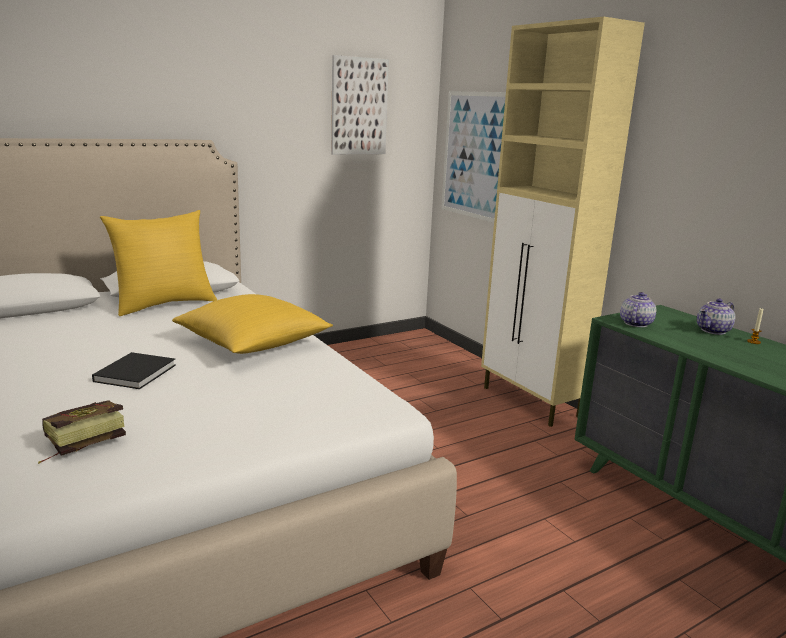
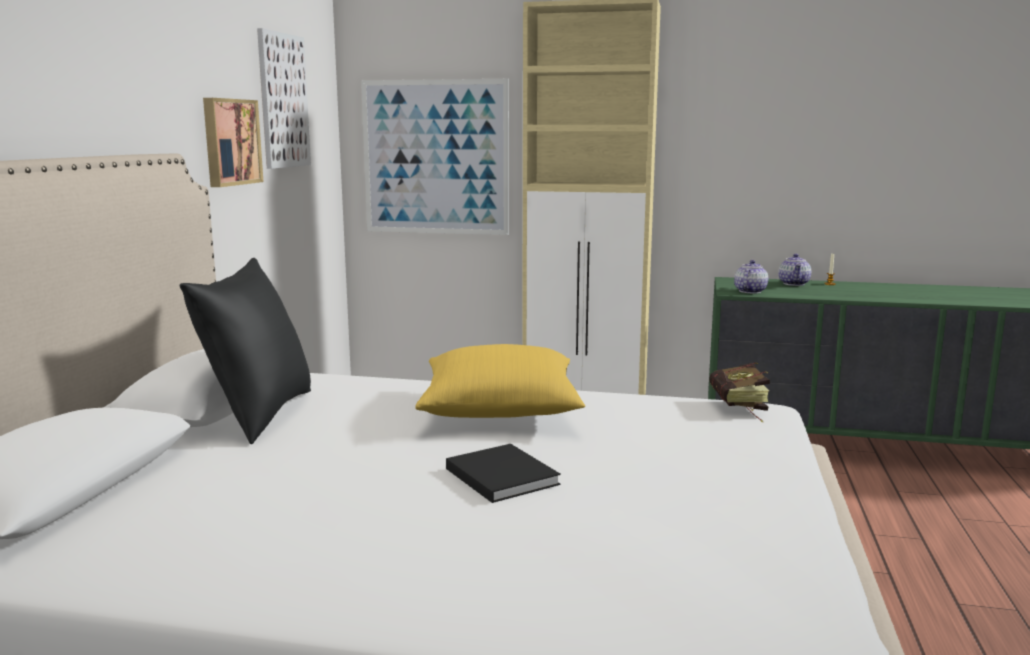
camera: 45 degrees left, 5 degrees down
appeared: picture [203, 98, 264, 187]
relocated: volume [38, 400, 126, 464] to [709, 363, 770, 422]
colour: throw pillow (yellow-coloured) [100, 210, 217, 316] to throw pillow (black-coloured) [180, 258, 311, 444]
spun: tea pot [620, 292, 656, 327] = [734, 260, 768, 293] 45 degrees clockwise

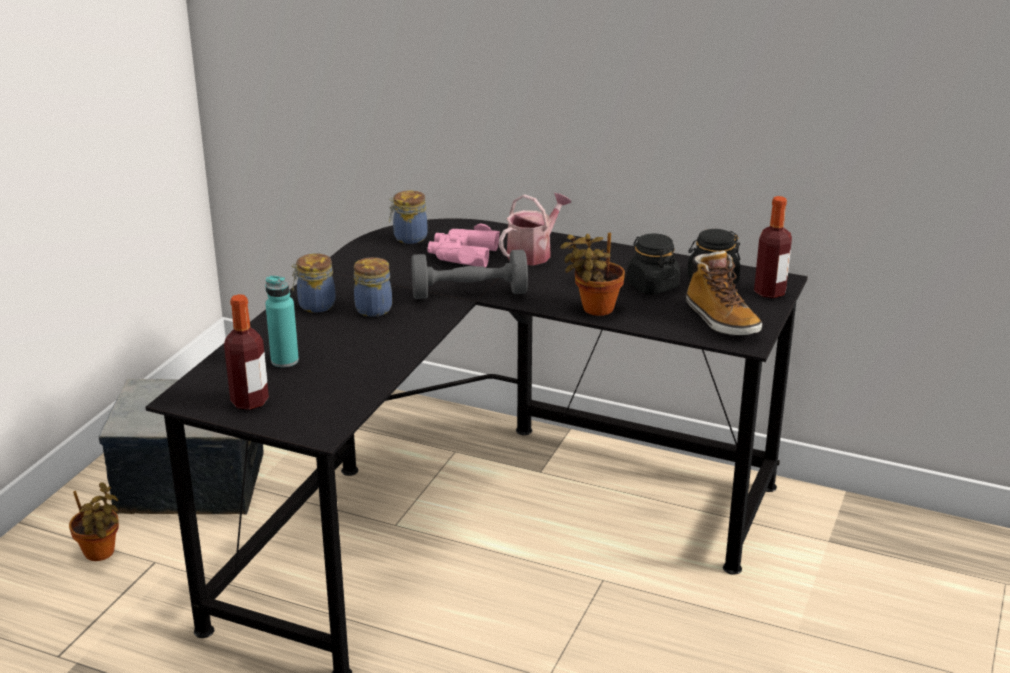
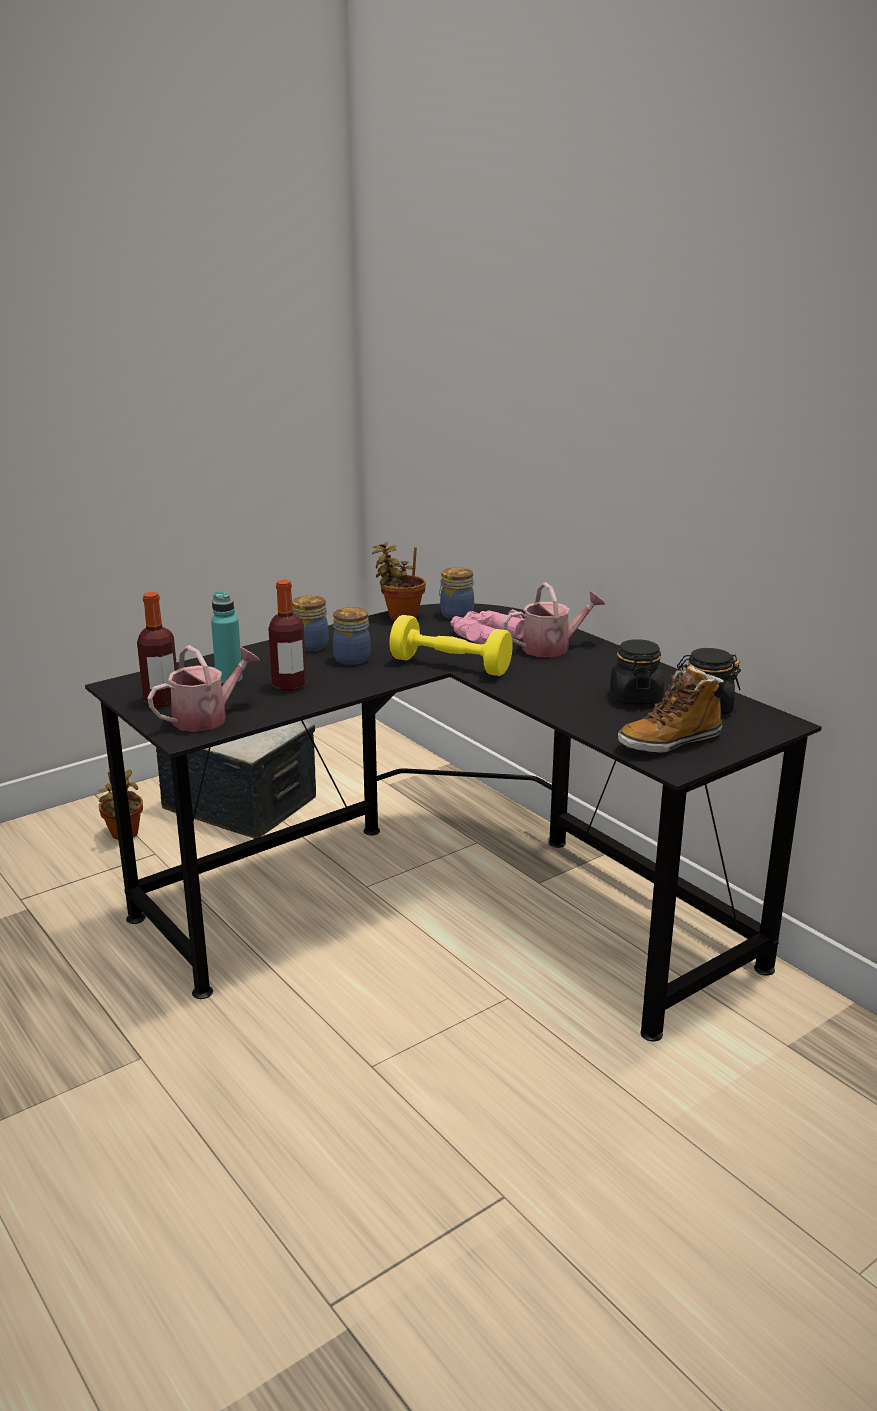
camera: 30 degrees right, 5 degrees down
appeared: watering pot [147, 645, 260, 732]
relocated: potted plant [560, 233, 625, 316] to [372, 542, 426, 621]; drink bottle [754, 196, 792, 298] to [268, 580, 306, 691]
colour: hand weight (greyish) [411, 250, 528, 299] to hand weight (yellow-coloured) [389, 615, 513, 676]
spun: boot [686, 251, 762, 335] = [618, 665, 725, 753] 60 degrees clockwise

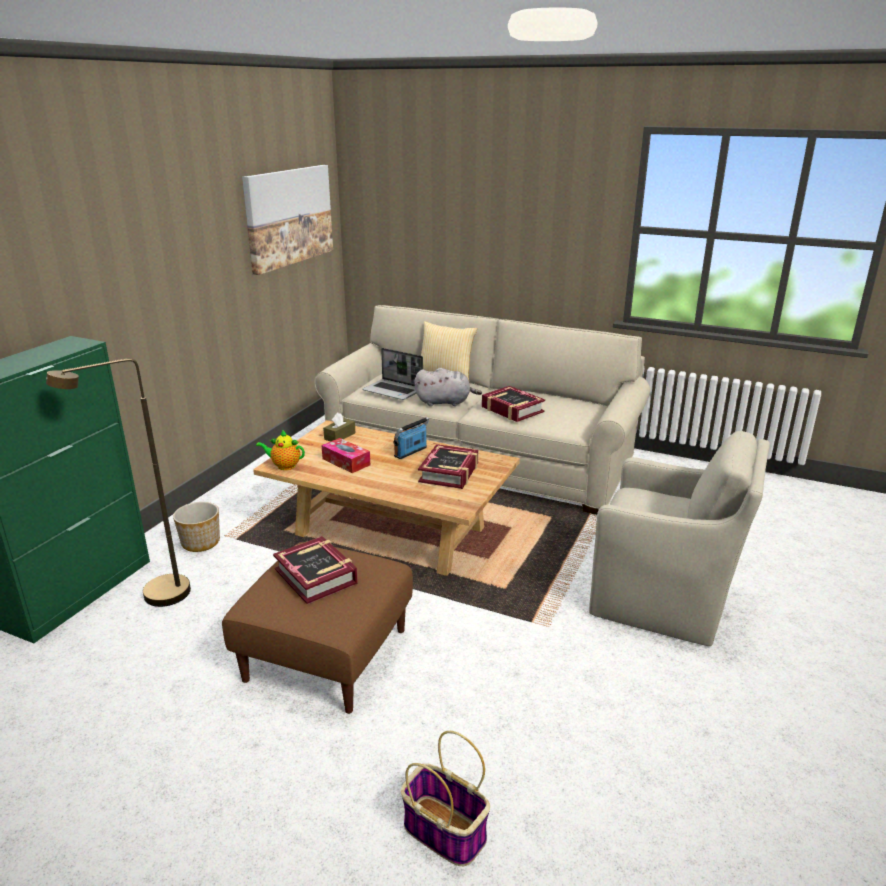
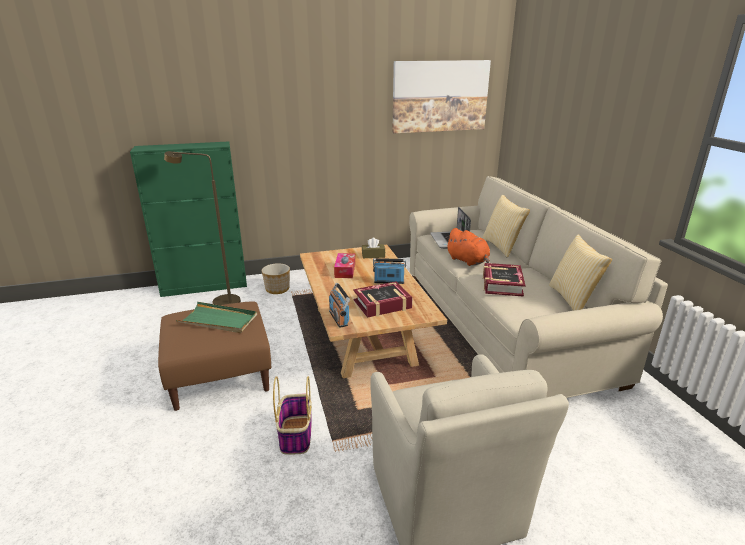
camera: 50 degrees right, 0 degrees up
missing: tea pot [256, 430, 305, 470]
appeared: radio [329, 283, 350, 328]; throw pillow [549, 234, 612, 311]
relocated: storage basket [401, 731, 490, 867] to [273, 376, 312, 455]
exchanged: volume [273, 536, 358, 604] to tray (green) [176, 302, 257, 333]
colour: plush toy (greyish) [415, 368, 482, 406] to plush toy (orange-coloured) [445, 228, 490, 266]

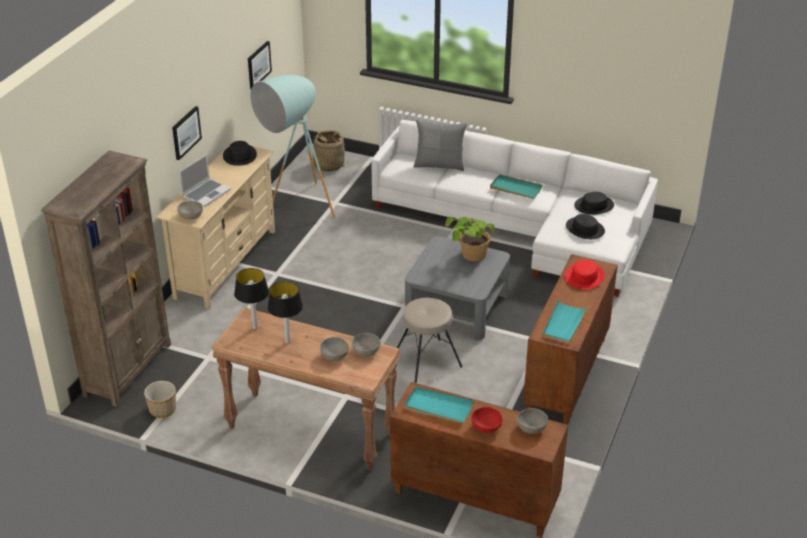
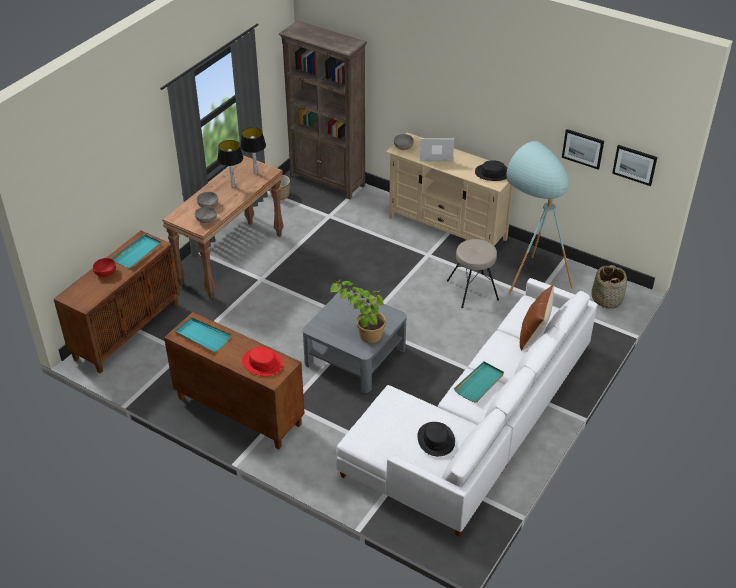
camera: 100 degrees right, 5 degrees up
missing: bowl (greyish) [516, 408, 548, 434]; hat (black-coloured) [566, 214, 605, 239]
relocated: picture [172, 106, 202, 160] to [612, 145, 657, 186]; sitting stool (beige-coloured) [397, 298, 462, 383] to [447, 239, 499, 308]
colour: throw pillow (greyish) [414, 120, 467, 171] to throw pillow (brown-coloured) [520, 284, 554, 351]
spun: portable computer [179, 154, 231, 207] = [419, 139, 454, 161] 135 degrees clockwise

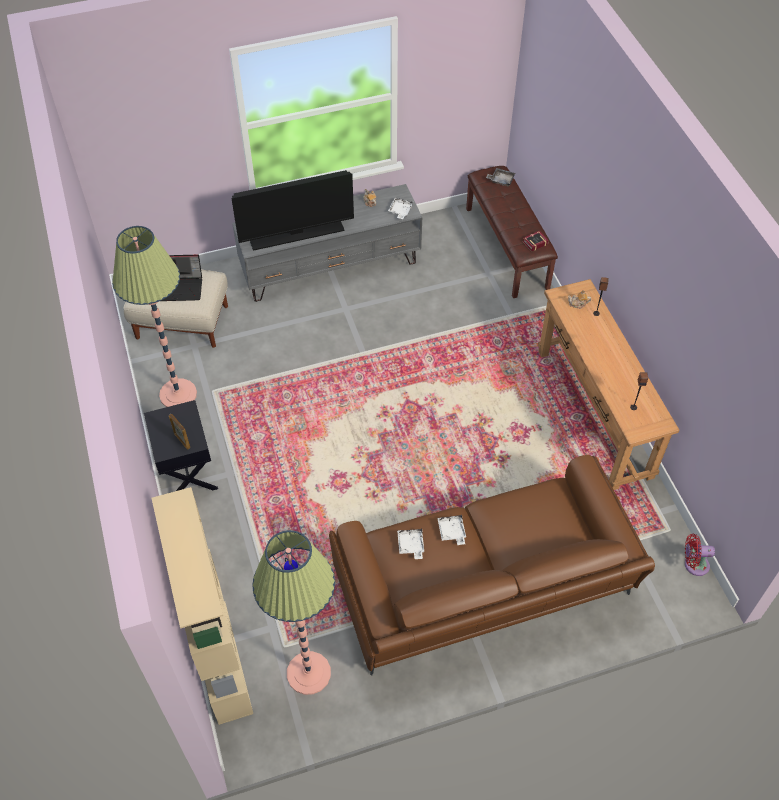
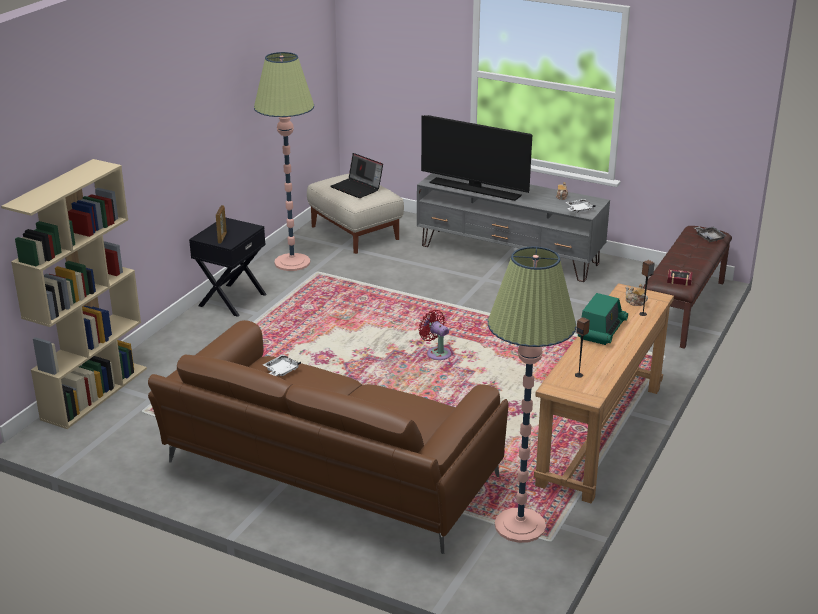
camera: 45 degrees right, 25 degrees down
missing: tray (white) [437, 514, 466, 545]
appeared: radio [578, 293, 628, 345]
relocated: floor lamp [252, 530, 335, 695] to [488, 247, 576, 543]; cooling fan (red) [685, 534, 715, 576] to [418, 310, 451, 360]

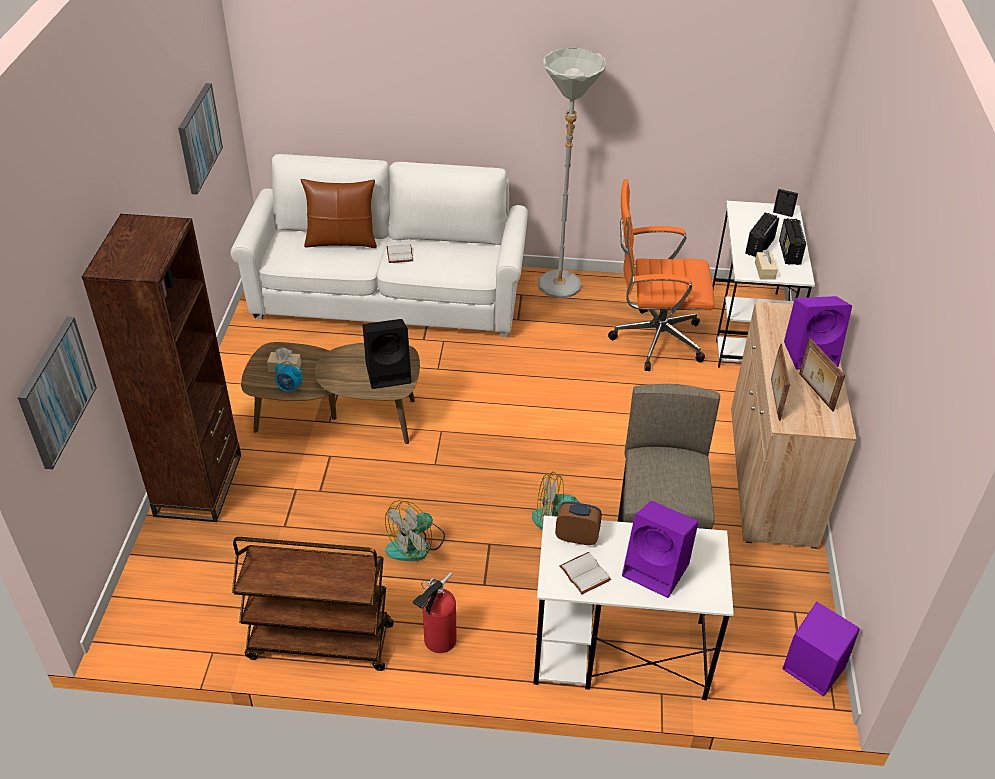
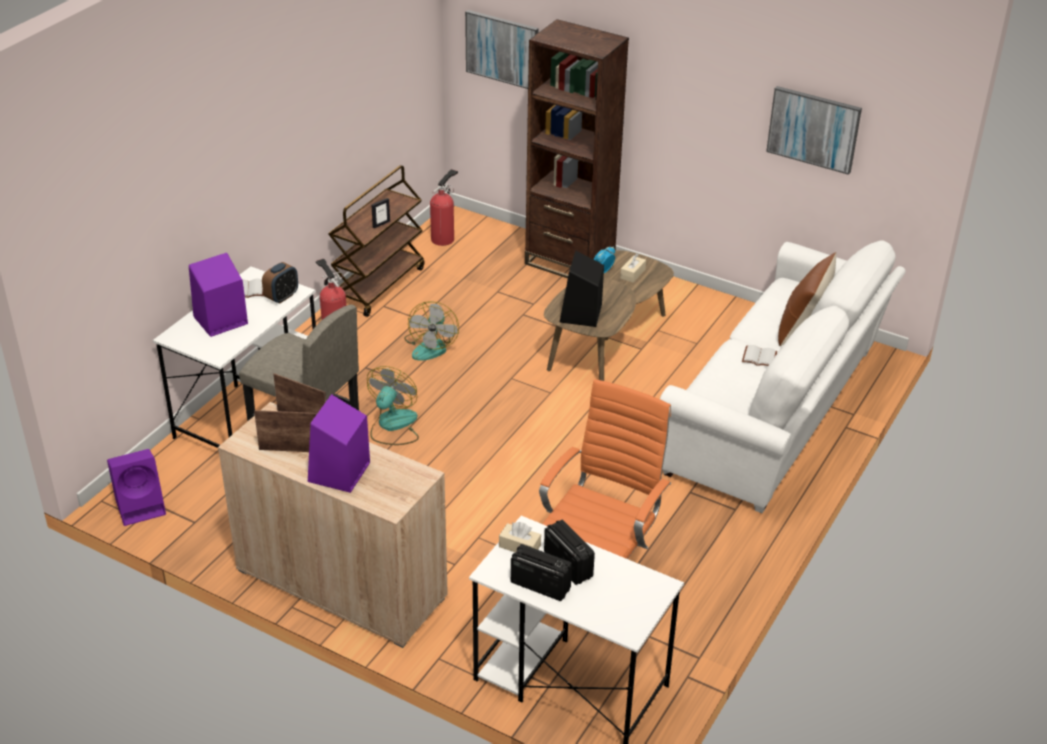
camera: 115 degrees right, 5 degrees down
missing: floor lamp (greyish) [538, 48, 606, 298]
appeared: fire extinguisher [430, 169, 458, 246]
relocated: photo frame [773, 189, 798, 217] to [371, 198, 390, 228]
spun: cooling fan [385, 500, 445, 561] = [404, 301, 459, 361] 150 degrees counterclockwise

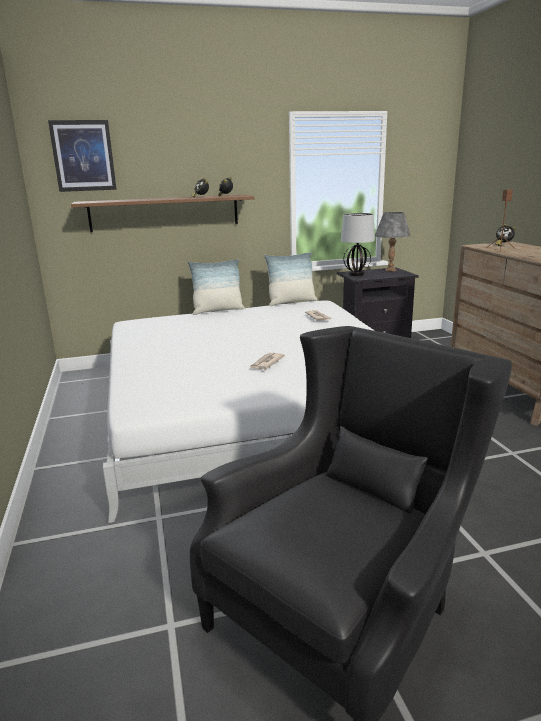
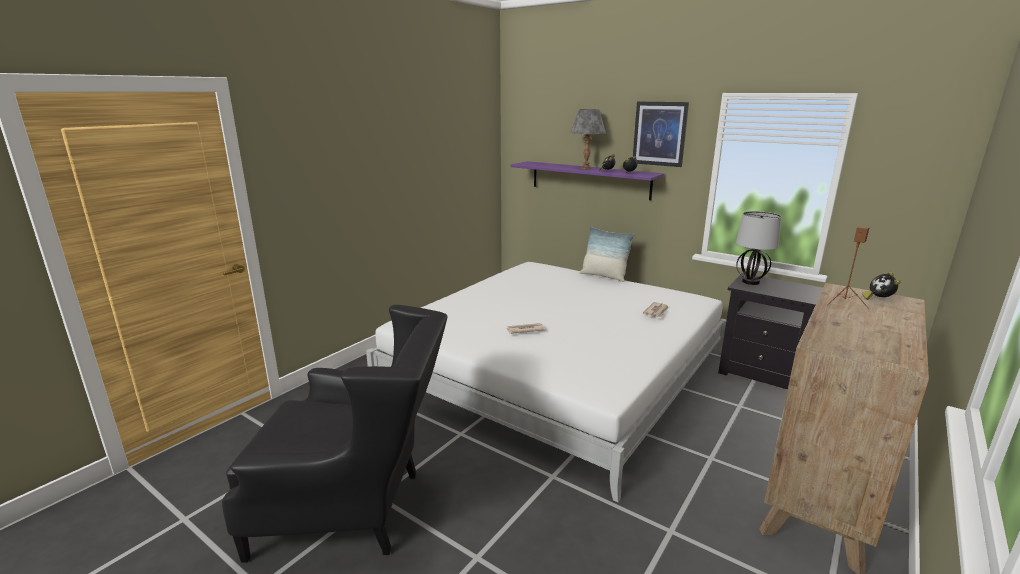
camera: 50 degrees right, 0 degrees up
missing: throw pillow [264, 252, 317, 306]
relocated: picture [48, 120, 117, 192] to [633, 102, 689, 167]; tabletop lamp (greyish) [375, 212, 411, 271] to [570, 109, 606, 169]
colour: bracket shelf (brown-coloured) [71, 195, 254, 232] to bracket shelf (purple) [510, 161, 664, 200]

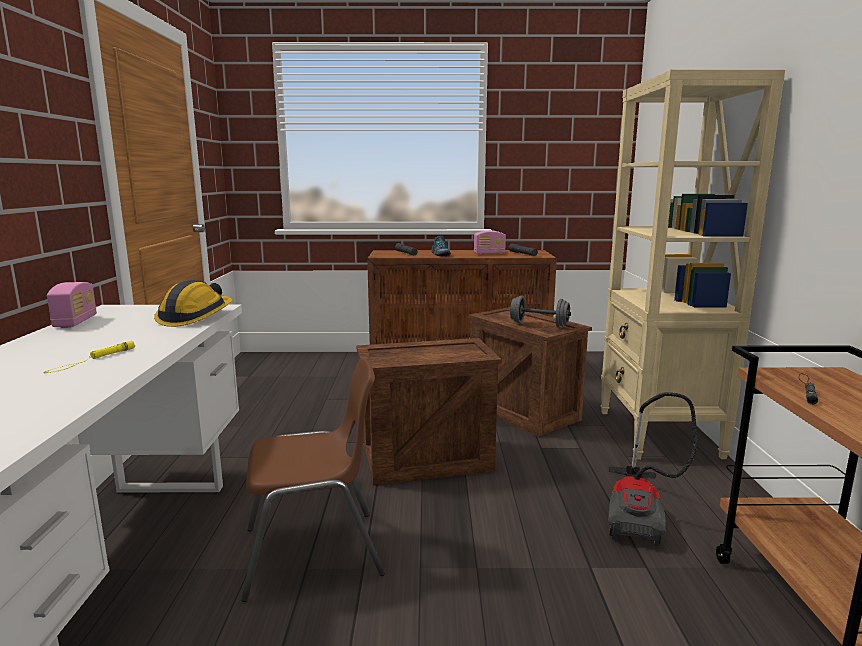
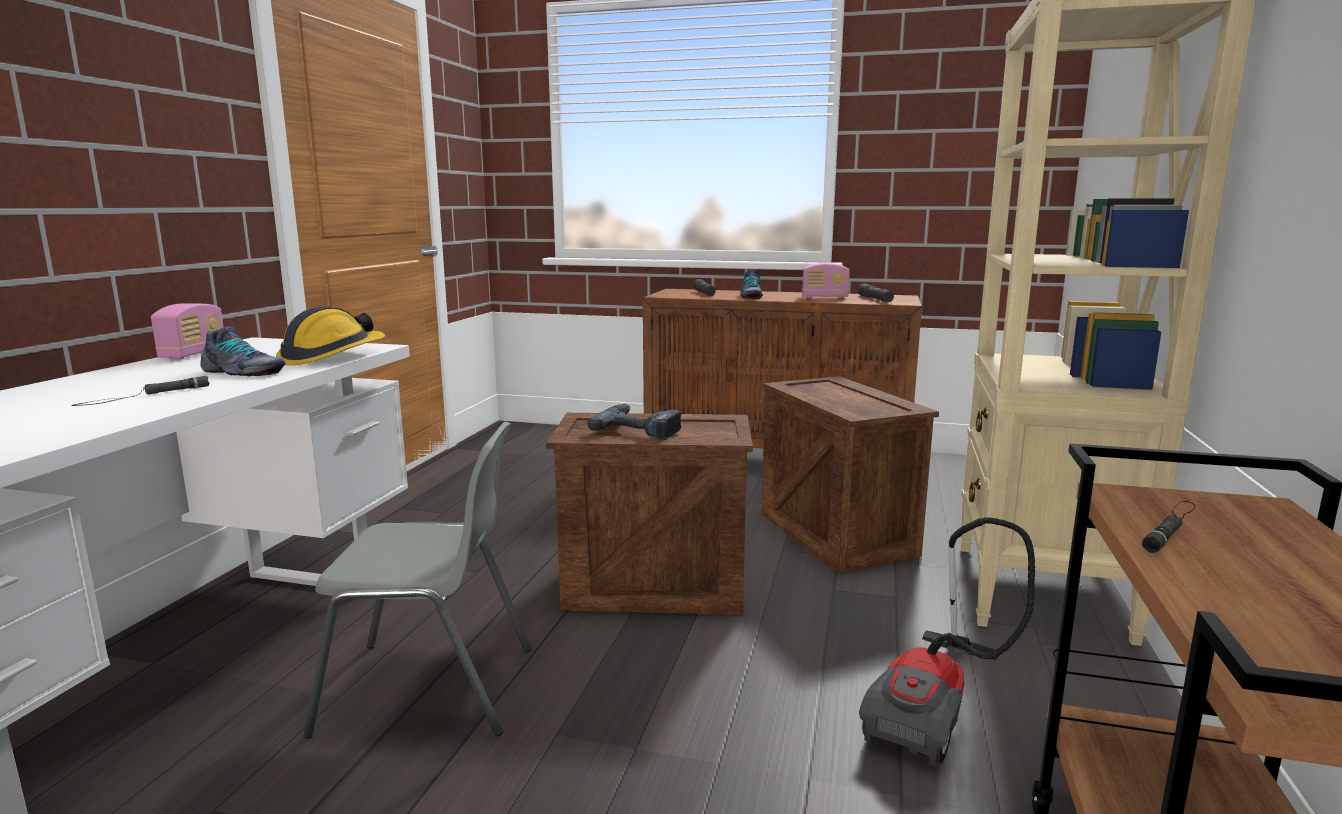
camera: 15 degrees right, 0 degrees up
missing: hand weight (greyish) [510, 295, 571, 327]
appeared: shoe [200, 326, 285, 376]; power drill [587, 404, 681, 440]
colour: torch (yellow-coloured) [43, 341, 135, 373] to torch (black-coloured) [72, 376, 210, 406]; chair (brown-coloured) [241, 357, 385, 602] to chair (greyish) [303, 421, 531, 739]

